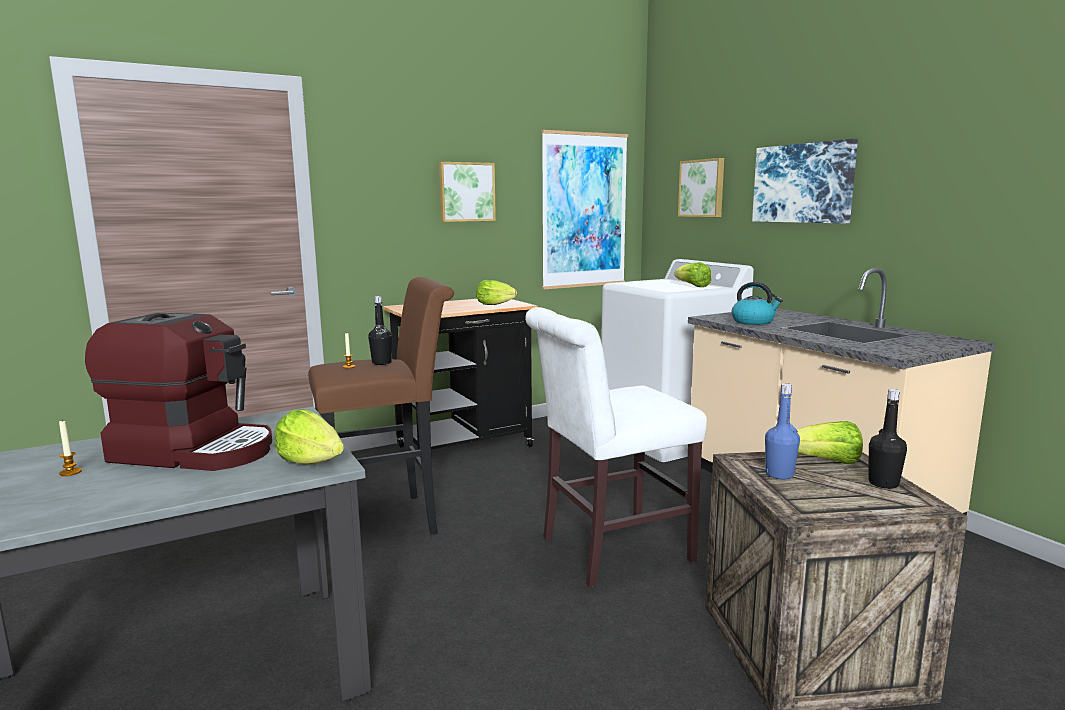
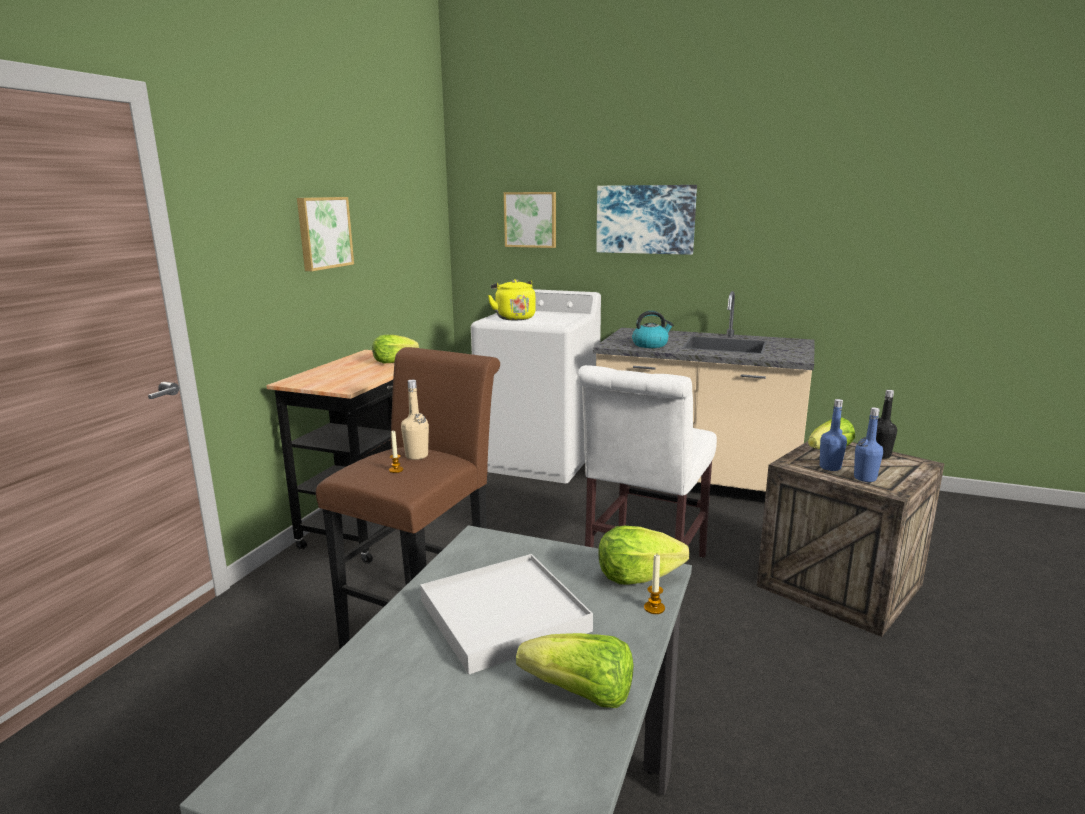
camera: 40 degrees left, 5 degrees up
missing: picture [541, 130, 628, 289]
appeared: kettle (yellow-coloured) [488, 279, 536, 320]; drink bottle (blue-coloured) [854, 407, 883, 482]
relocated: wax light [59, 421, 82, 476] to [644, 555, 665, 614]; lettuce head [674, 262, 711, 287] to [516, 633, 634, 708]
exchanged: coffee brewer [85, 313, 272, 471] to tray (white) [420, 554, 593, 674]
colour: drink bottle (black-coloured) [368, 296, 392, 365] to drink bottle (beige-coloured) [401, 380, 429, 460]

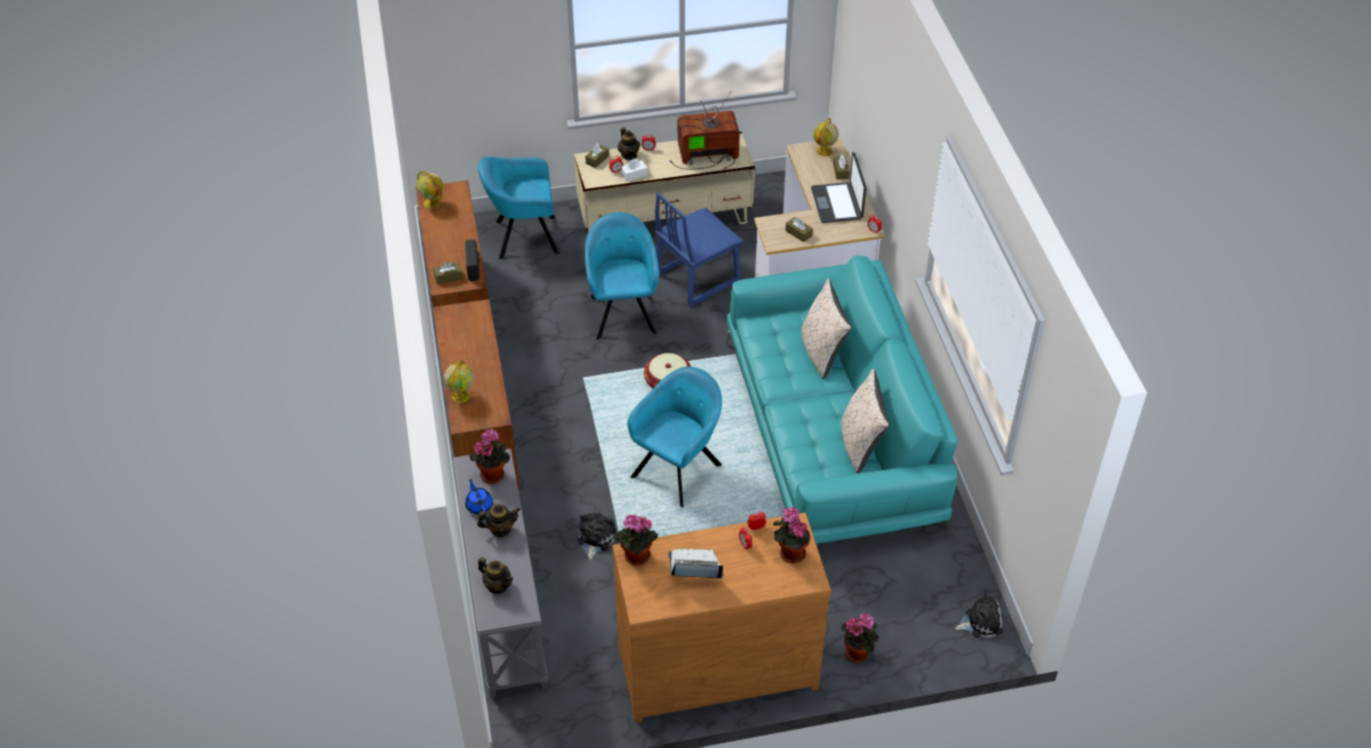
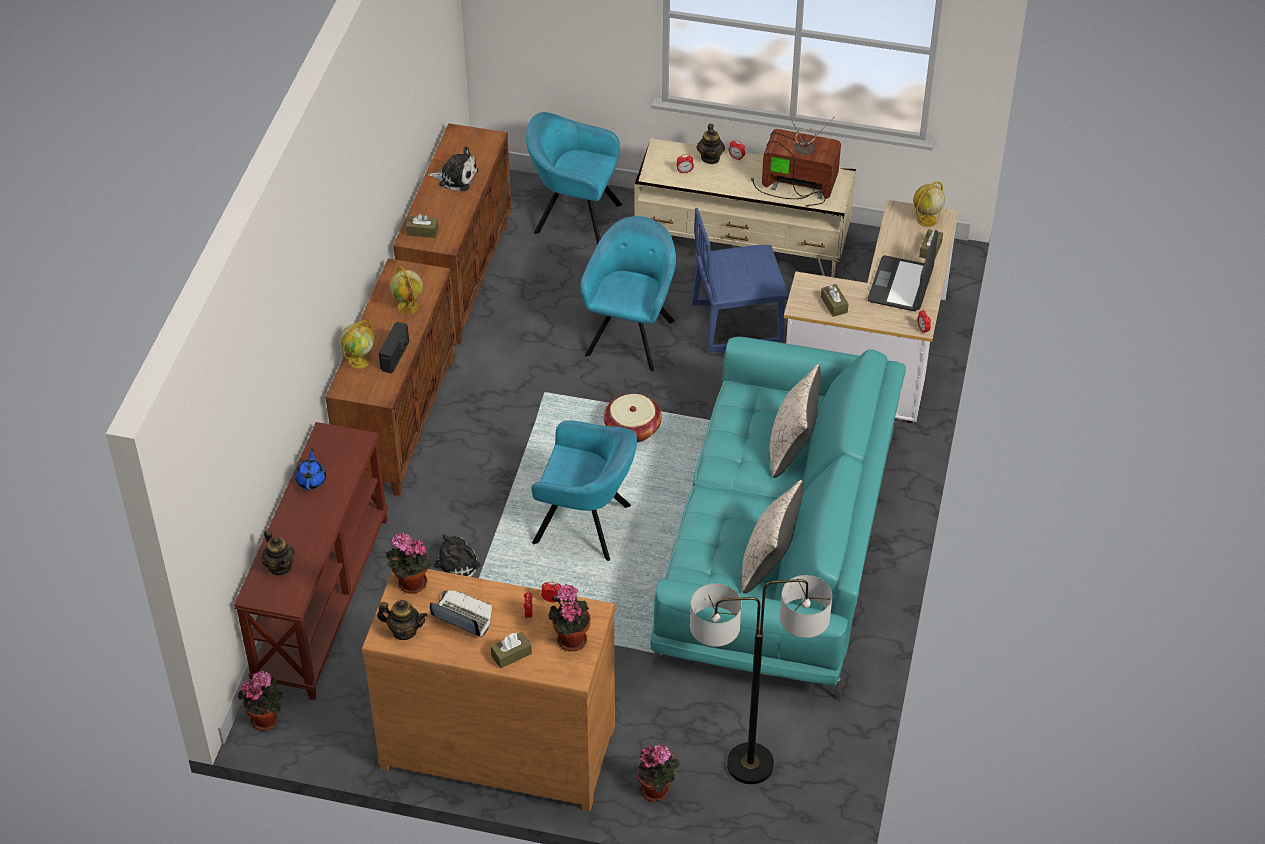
camera: 25 degrees right, 0 degrees up
missing: tissue box (white) [621, 158, 647, 181]
appeared: floor lamp [690, 575, 832, 784]
relocated: globe [417, 171, 443, 209] to [390, 266, 423, 314]; radio [465, 239, 480, 281] to [379, 322, 409, 373]; potted plant [469, 429, 510, 484] to [238, 670, 283, 731]; tea pot [477, 504, 520, 537] to [377, 600, 428, 640]; tissue box (brown-coloured) [585, 143, 609, 168] to [491, 632, 532, 669]; plush toy [955, 592, 1003, 638] to [428, 146, 478, 191]
colour: console table (greyish) [453, 448, 548, 698] to console table (brown-coloured) [234, 422, 388, 700]
spun: armchair (turquoise-coloured) [627, 366, 722, 507] = [531, 420, 637, 561] 45 degrees clockwise

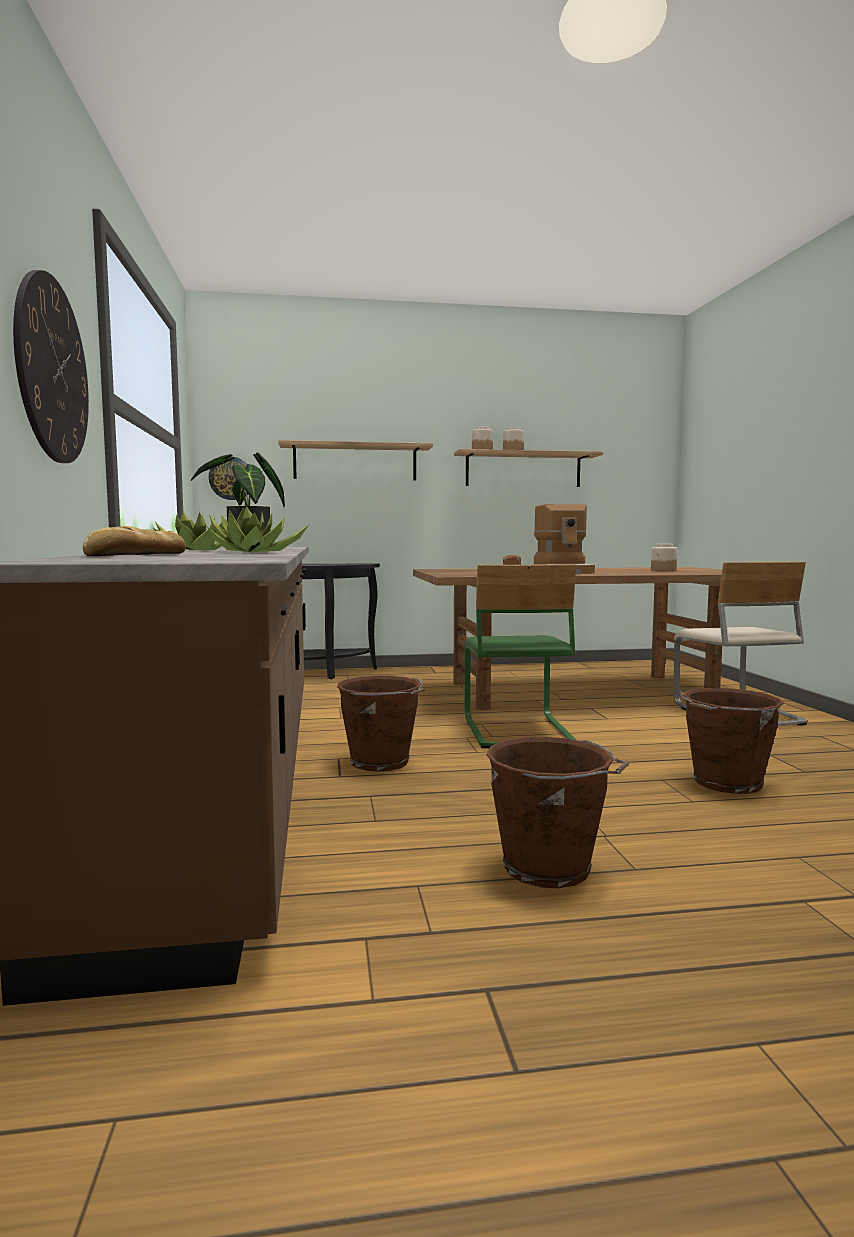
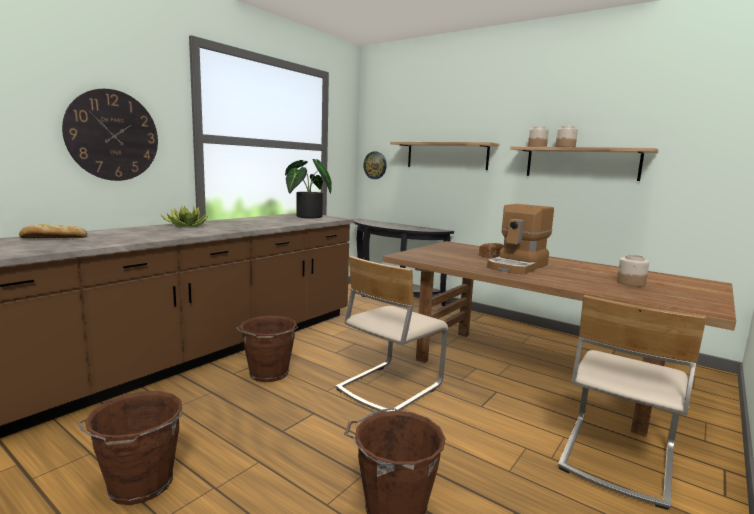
camera: 45 degrees right, 5 degrees up
missing: potted plant [207, 506, 309, 552]
colour: chair (green) [464, 564, 576, 748] to chair (beige-coloured) [336, 256, 448, 412]

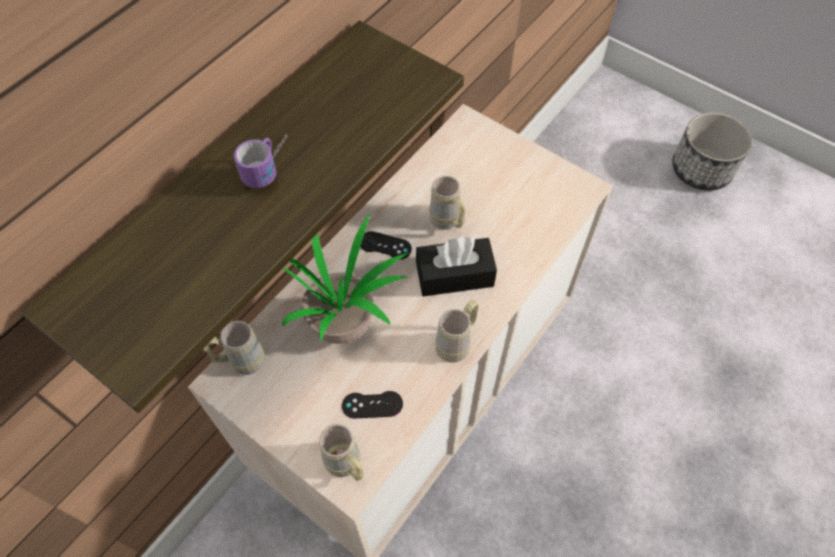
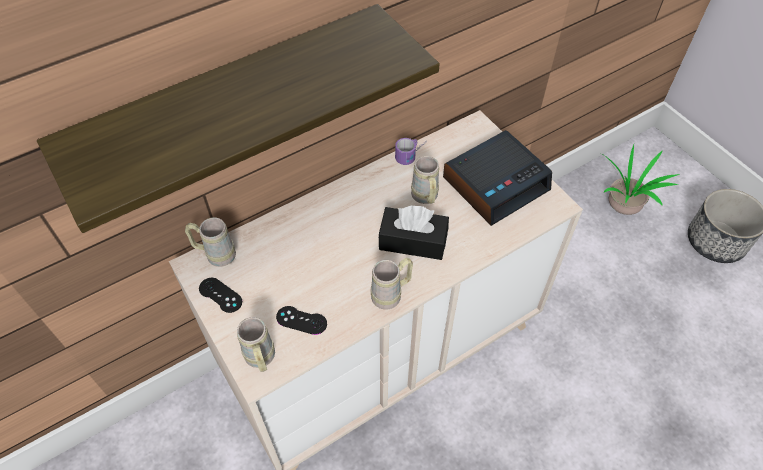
camera: 20 degrees right, 5 degrees down
appeared: table clock [443, 130, 552, 226]
relocated: coffee mug [234, 135, 287, 188] to [395, 138, 427, 165]; potted plant [282, 213, 410, 344] to [604, 145, 680, 215]; joypad (black-coloured) [360, 231, 412, 260] to [199, 278, 242, 313]

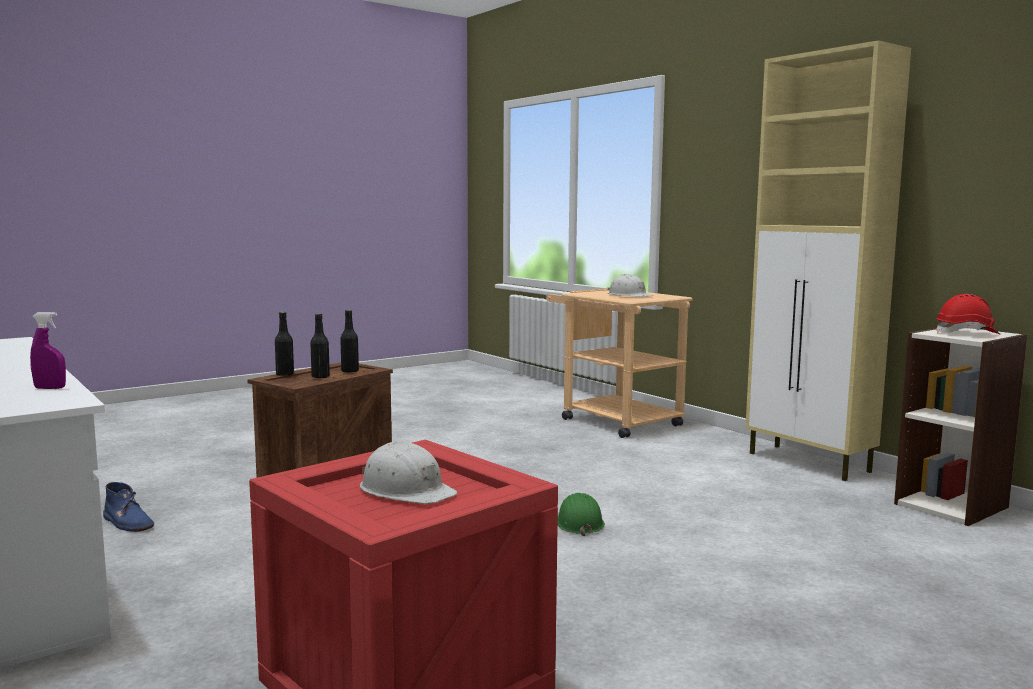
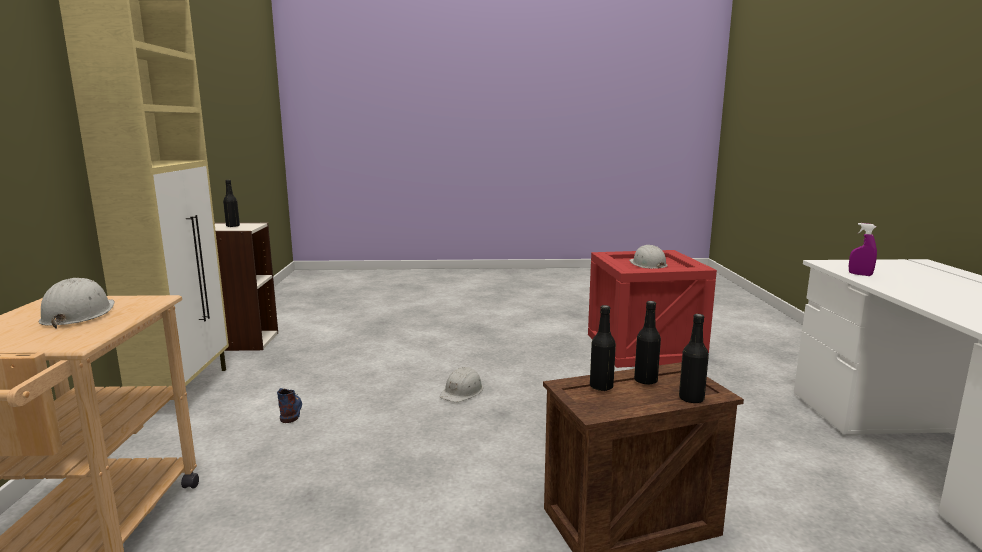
camera: 145 degrees left, 5 degrees up
relocated: boot (blue-coloured) [103, 482, 154, 532] to [277, 388, 302, 423]
exchanged: work helmet (red) [936, 294, 1001, 335] to drink bottle (black-coloured) [223, 180, 240, 227]
colour: work helmet (green) [558, 493, 605, 536] to work helmet (white) [440, 367, 483, 402]

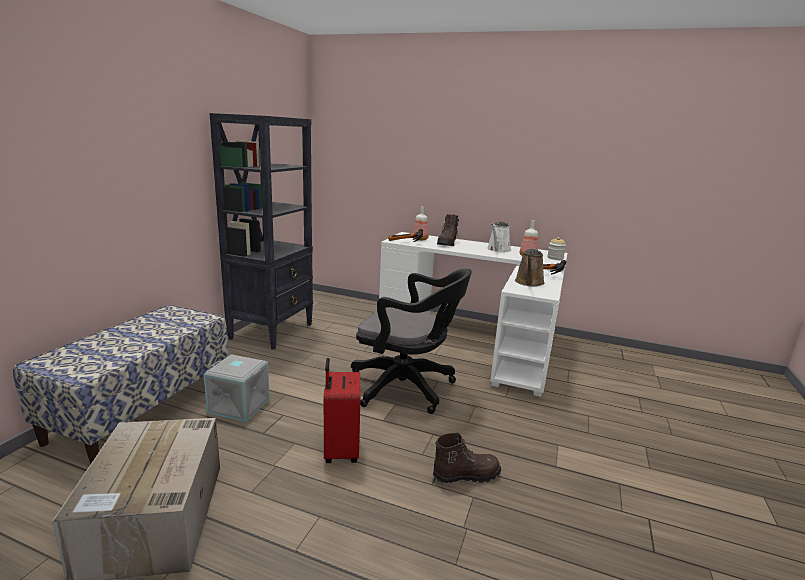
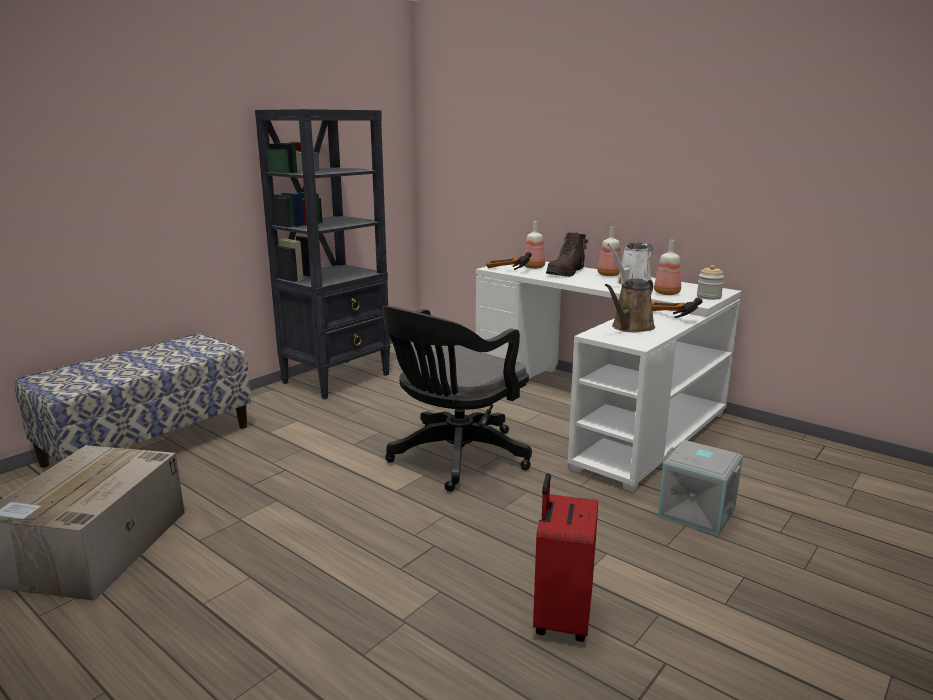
camera: 20 degrees right, 0 degrees up
missing: boot (brown-coloured) [433, 432, 501, 483]
appeared: drink bottle [597, 227, 621, 276]
relocated: storage box (greyish) [203, 354, 270, 422] to [658, 440, 743, 536]; piece of luggage (red) [324, 358, 361, 463] to [533, 473, 598, 642]
spun: desk chair (black-coloured) [351, 269, 472, 414] = [382, 306, 532, 492] 90 degrees clockwise

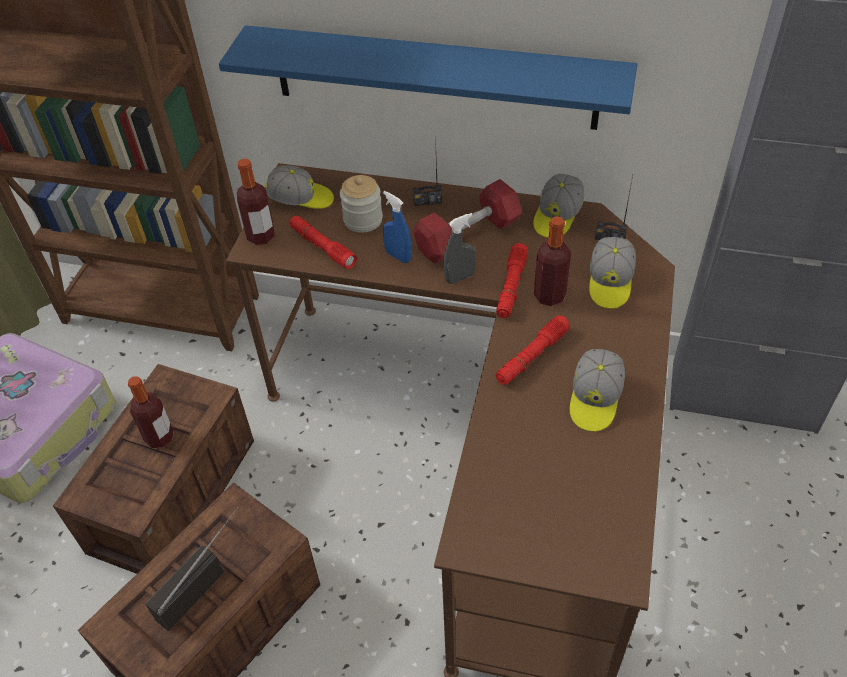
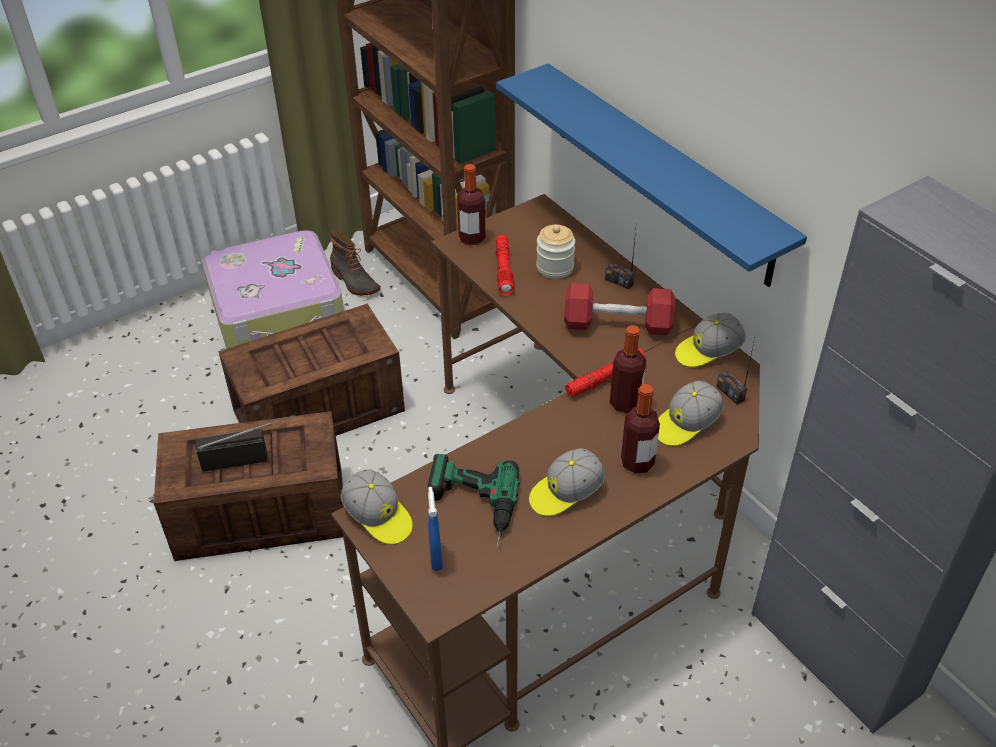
camera: 40 degrees right, 5 degrees down
missing: sprayer (greyish) [443, 213, 476, 284]; torch (red) [496, 315, 570, 385]
appeared: boot [330, 230, 381, 296]; power drill [428, 454, 520, 547]
relocated: drink bottle [128, 376, 174, 448] to [621, 384, 660, 474]; cap [265, 165, 334, 209] to [340, 469, 413, 544]; sprayer (blue-coloured) [383, 191, 412, 263] to [428, 487, 443, 571]

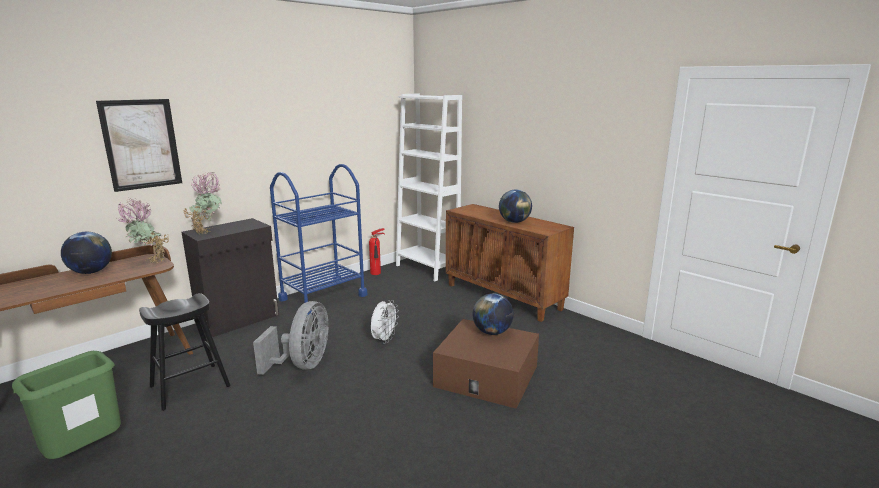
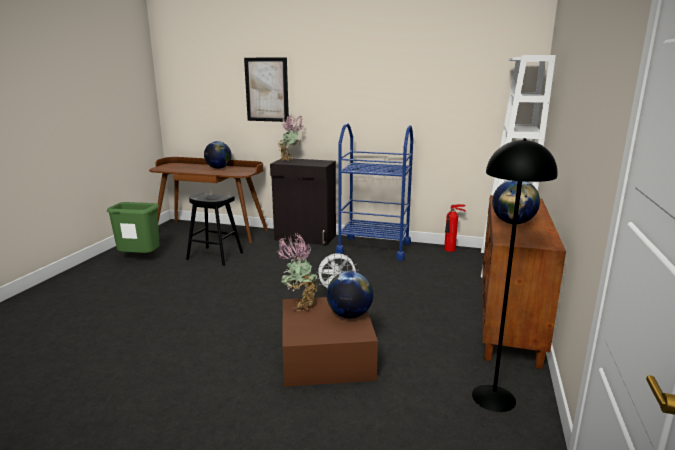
camera: 60 degrees right, 0 degrees up
missing: cooling fan (greyish) [253, 301, 328, 375]
appeared: floor lamp (black-coloured) [472, 138, 558, 412]
relocated: potted plant [116, 198, 169, 263] to [277, 233, 320, 311]

